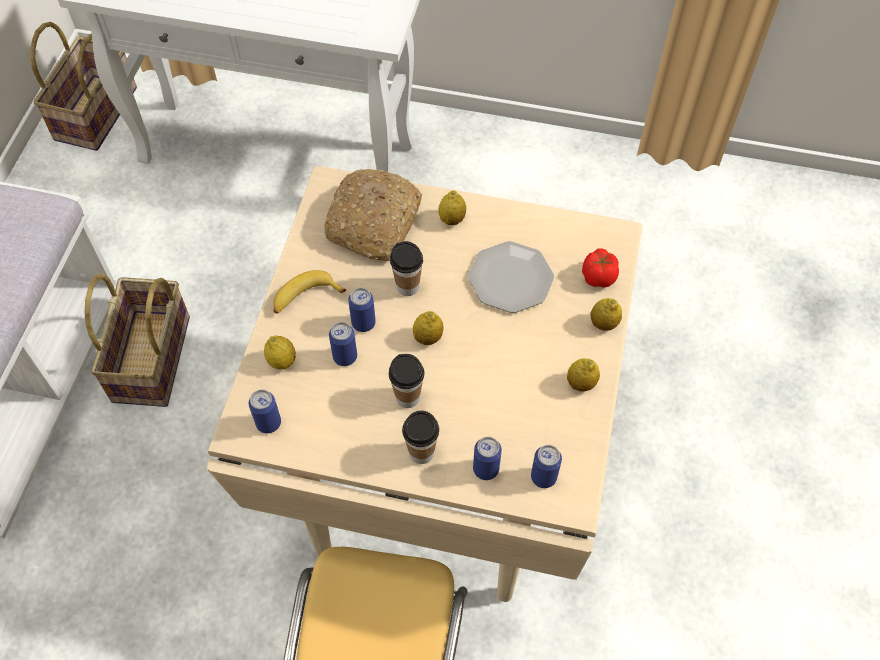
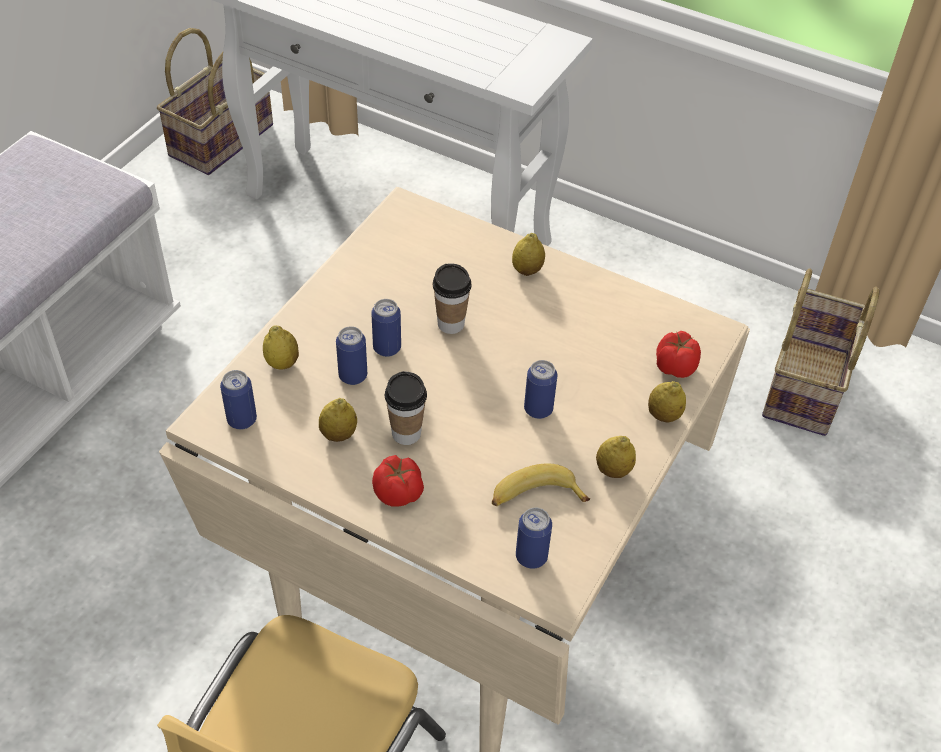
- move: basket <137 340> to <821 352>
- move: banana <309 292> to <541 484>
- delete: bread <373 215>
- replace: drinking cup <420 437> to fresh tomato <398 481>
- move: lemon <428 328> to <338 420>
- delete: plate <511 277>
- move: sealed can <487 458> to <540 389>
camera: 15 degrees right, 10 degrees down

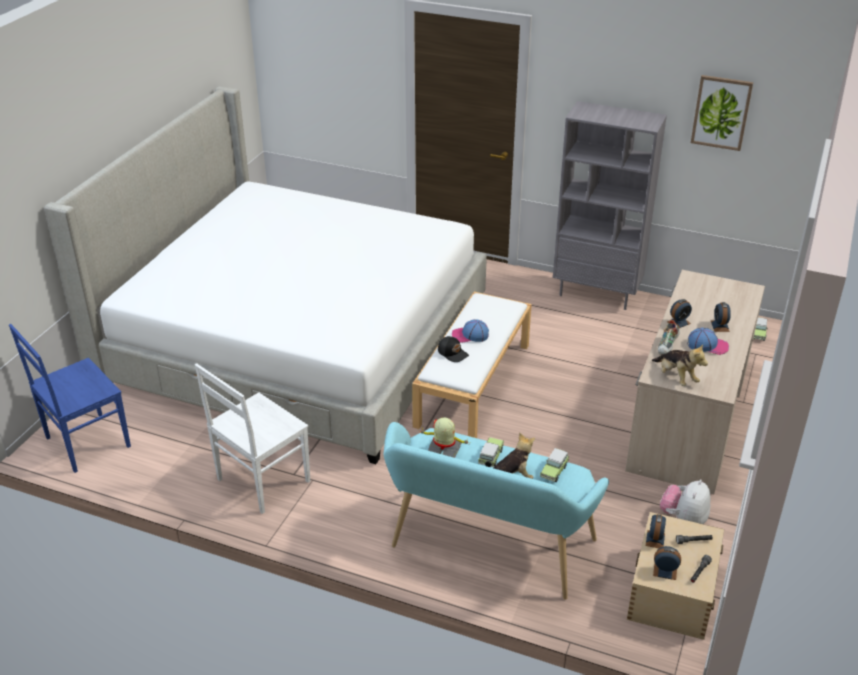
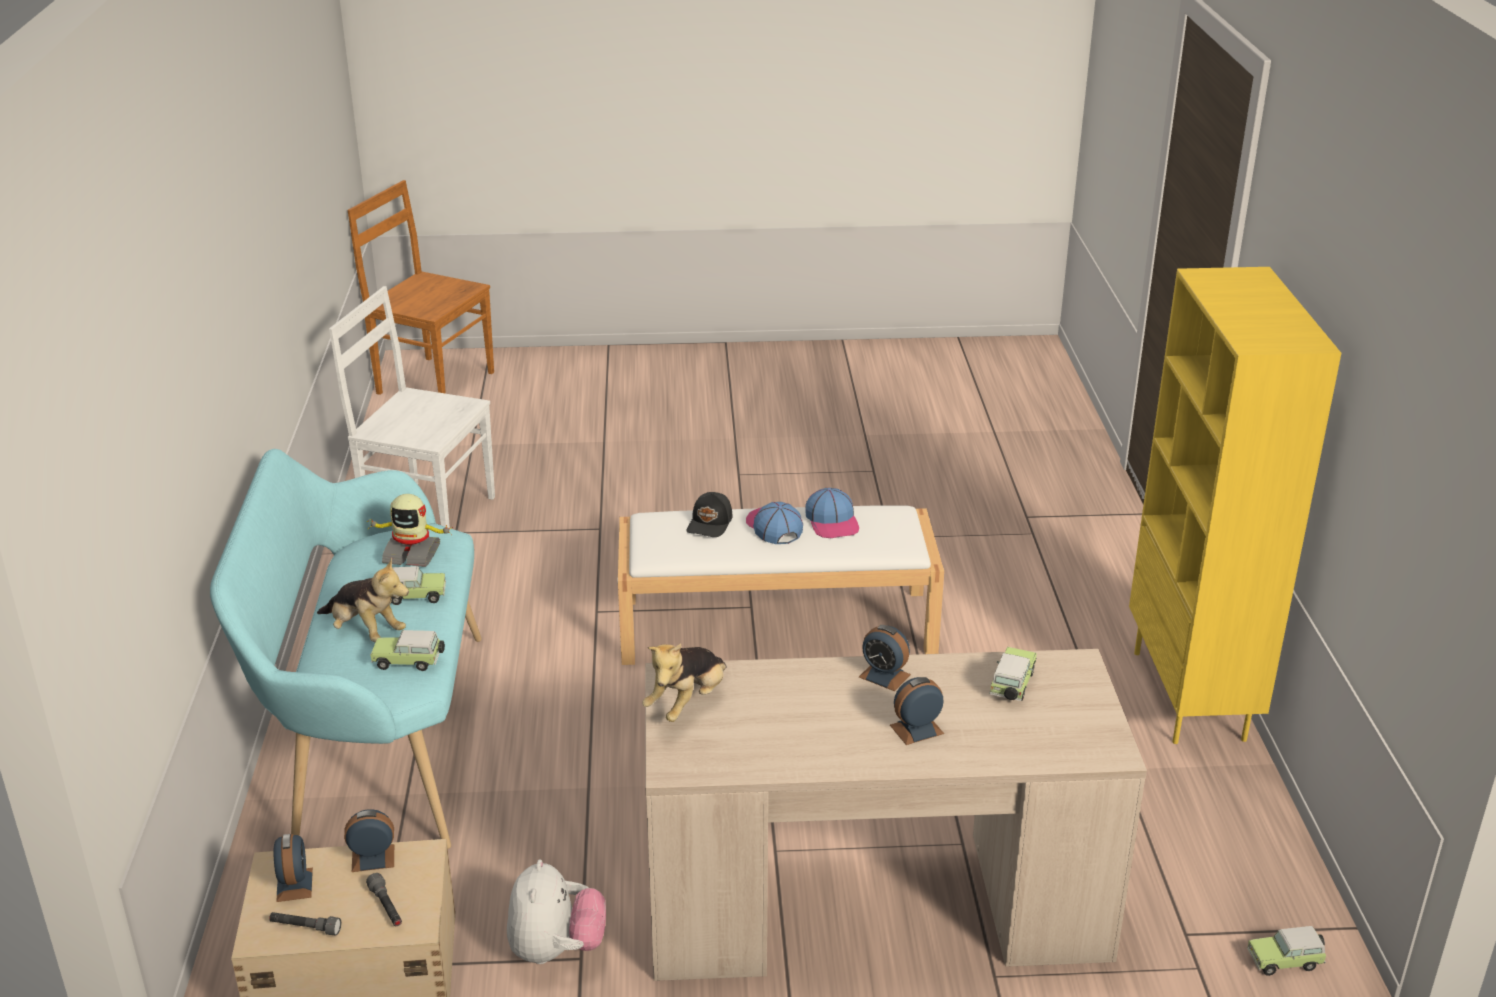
- recolor: chair (bluish) <70 398> to chair (brownish) <420 287>
- delete: sleeping bed <265 275>
- rotate: toy robot <444 437> = <409 530> 105 degrees clockwise
- recolor: bookcase (grey) <610 205> to bookcase (yellowish) <1235 505>
- delete: shoe <669 337>
- rotate: cuddly toy <685 501> = <556 911> 90 degrees clockwise
- move: peaked cap <708 341> to <832 513>
- delete: wall picture <722 113>
- insert: toy car <1013 674>
camera: 65 degrees right, 5 degrees down

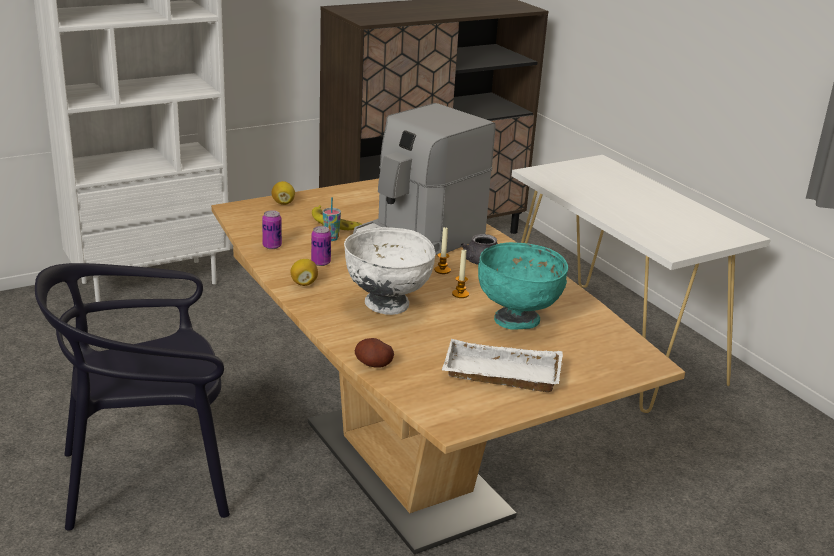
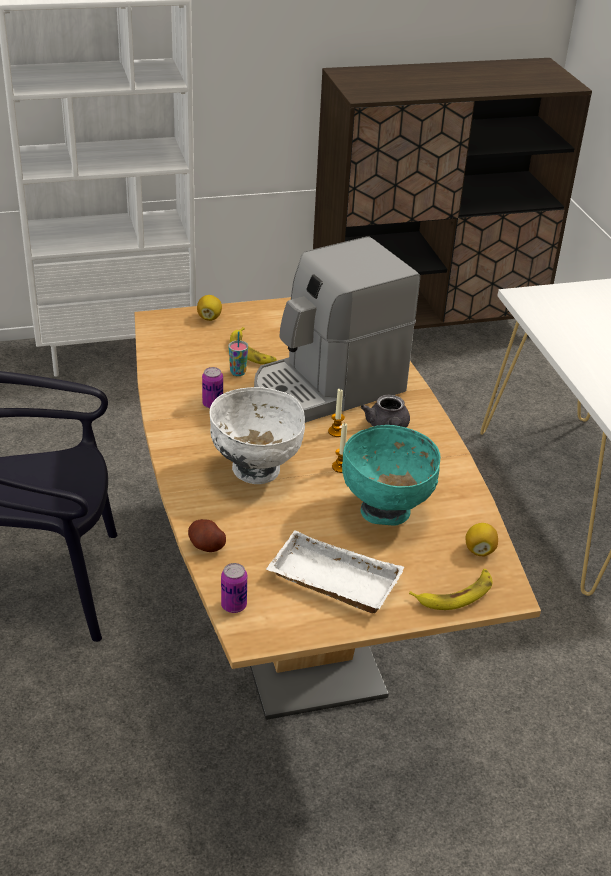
- move: sealed can <272 229> to <234 588>
- move: lemon <304 272> to <481 539>
- insert: banana <451 589>
camera: 15 degrees right, 10 degrees up

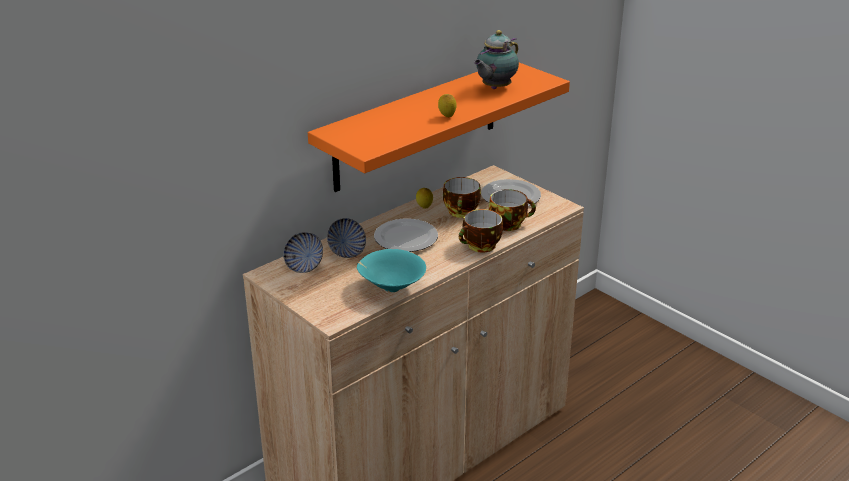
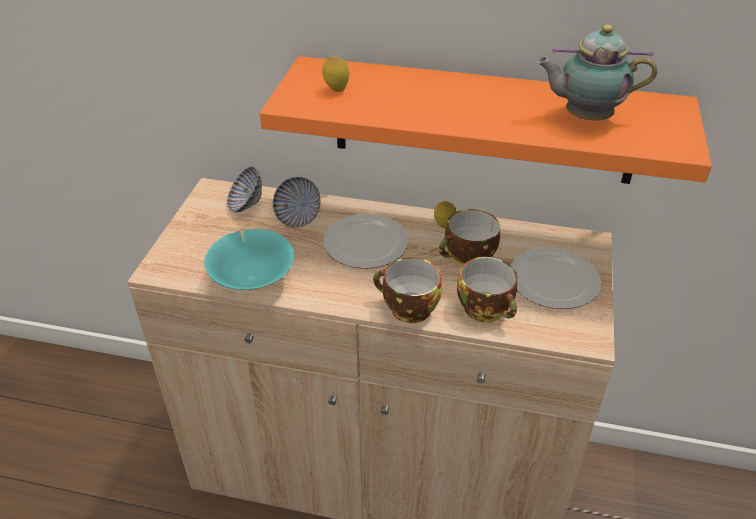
- move: lemon <447 105> to <335 74>
camera: 55 degrees right, 10 degrees up

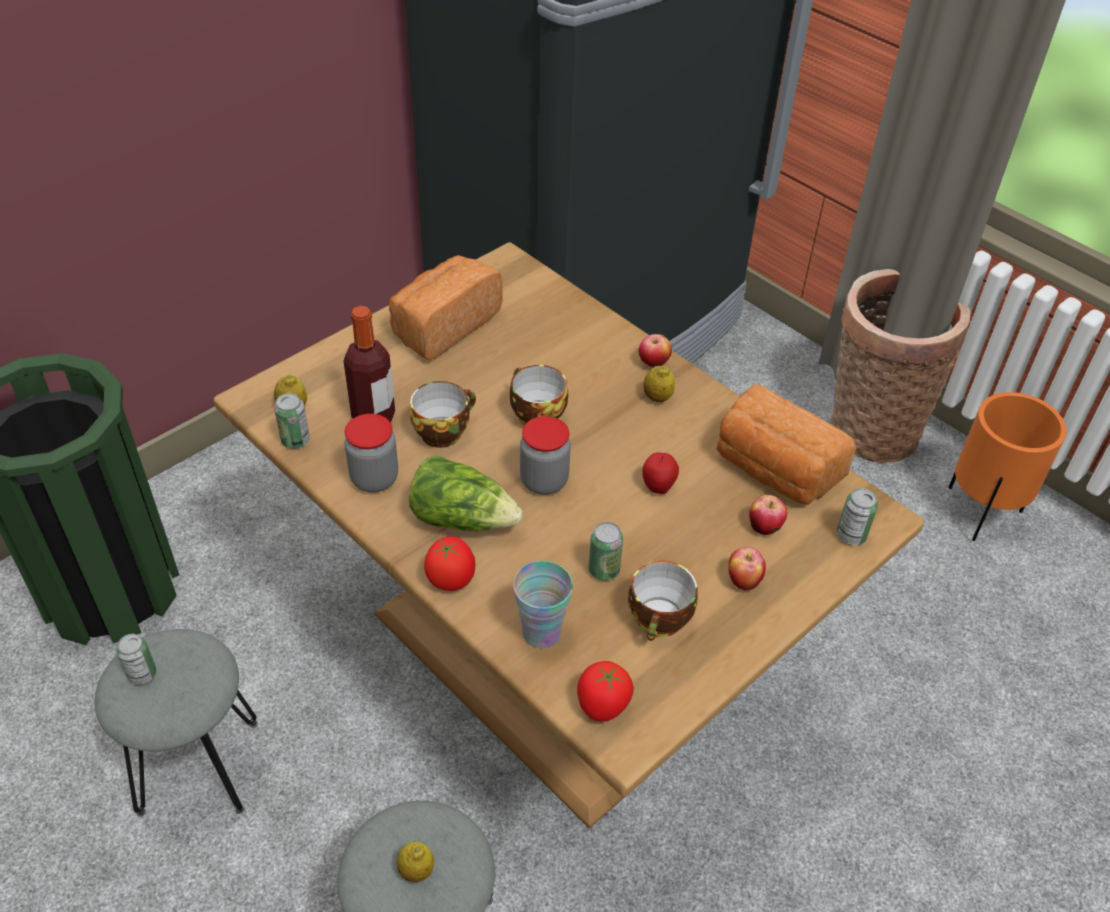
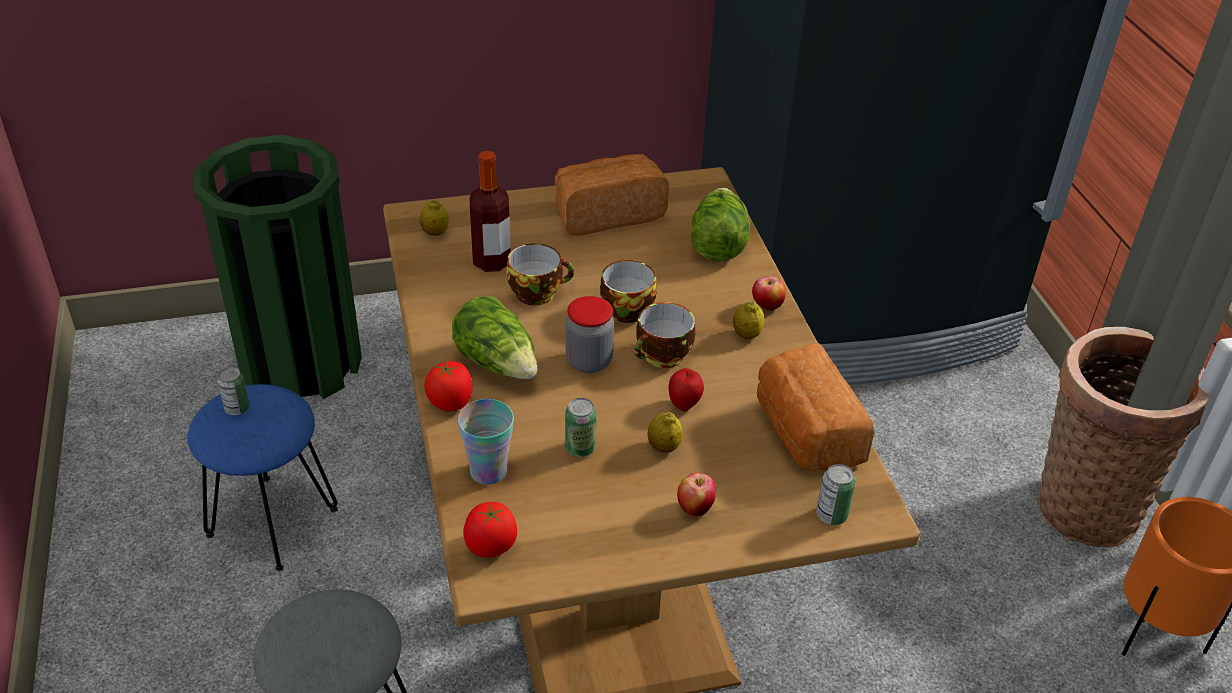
- recolor: stool (grey) <176 723> to stool (bluish) <263 477>
- delete: sealed can <292 421>
- delete: preserve jar <371 453>
- move: lemon <415 862> to <665 432>
- move: drinking cup <663 600> to <664 335>
- delete: whole apple <768 515>
- insert: head of lettuce <720 224>
camera: 30 degrees right, 5 degrees down

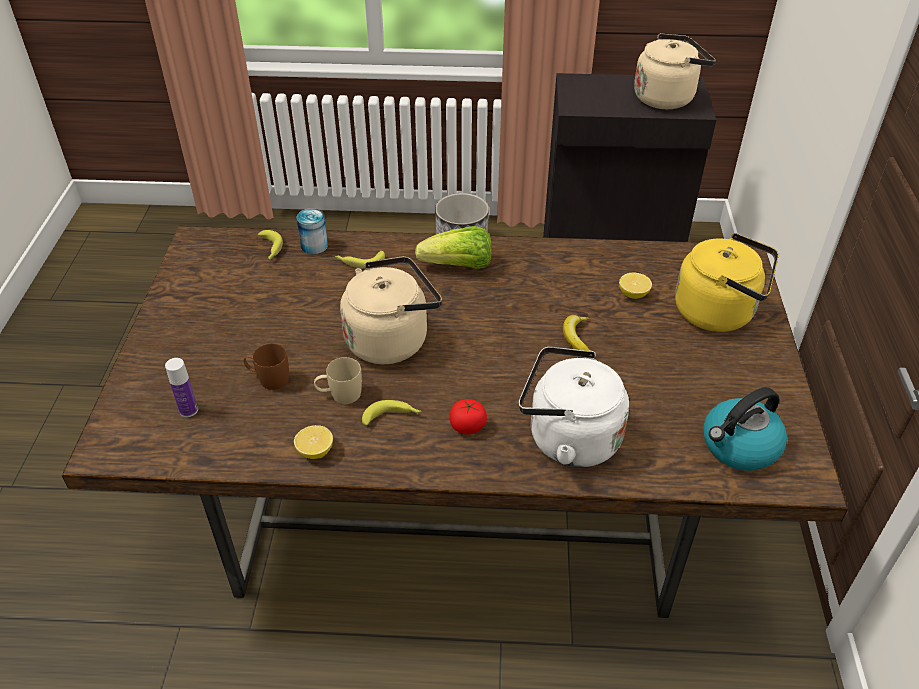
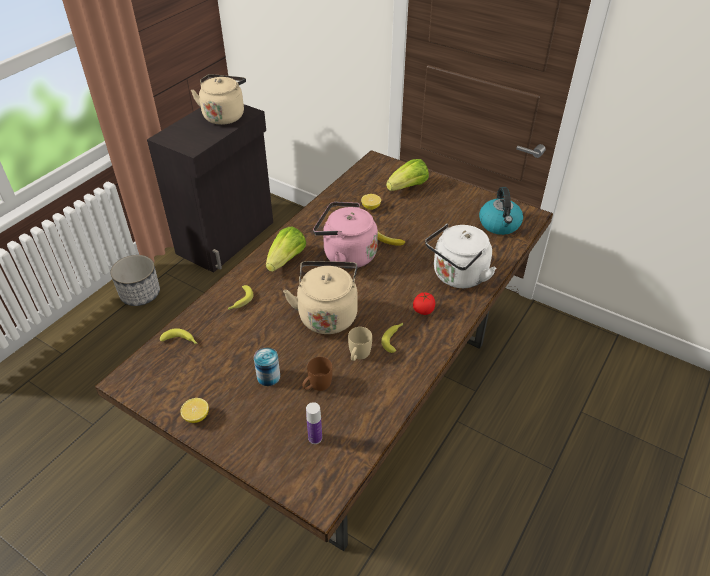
- move: lemon <313 442> to <195 410>
- move: sealed can <312 231> to <267 367>
- replace: tea kettle (yellowish) <727 282> to head of lettuce <407 175>
- insert: tea kettle (pink-coloured) <345 235>
camera: 60 degrees left, 0 degrees up

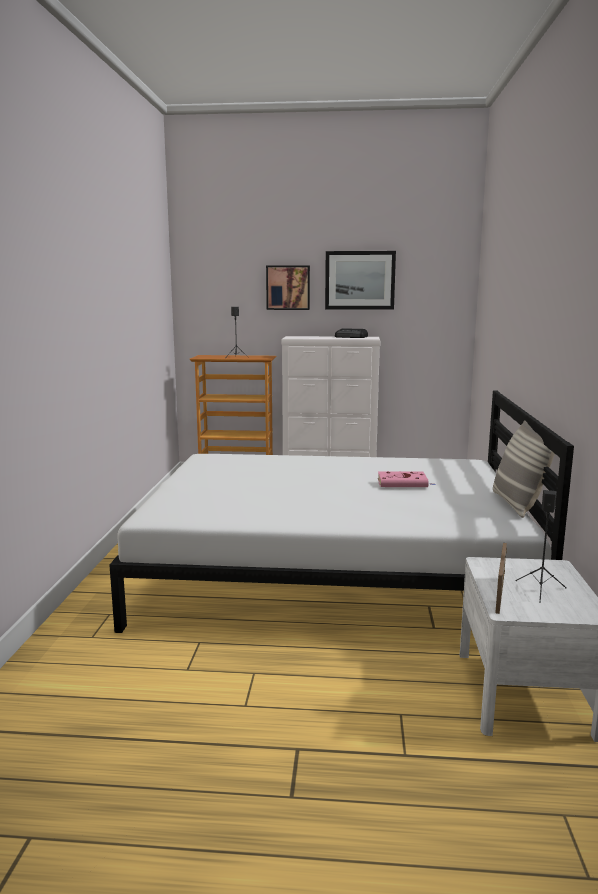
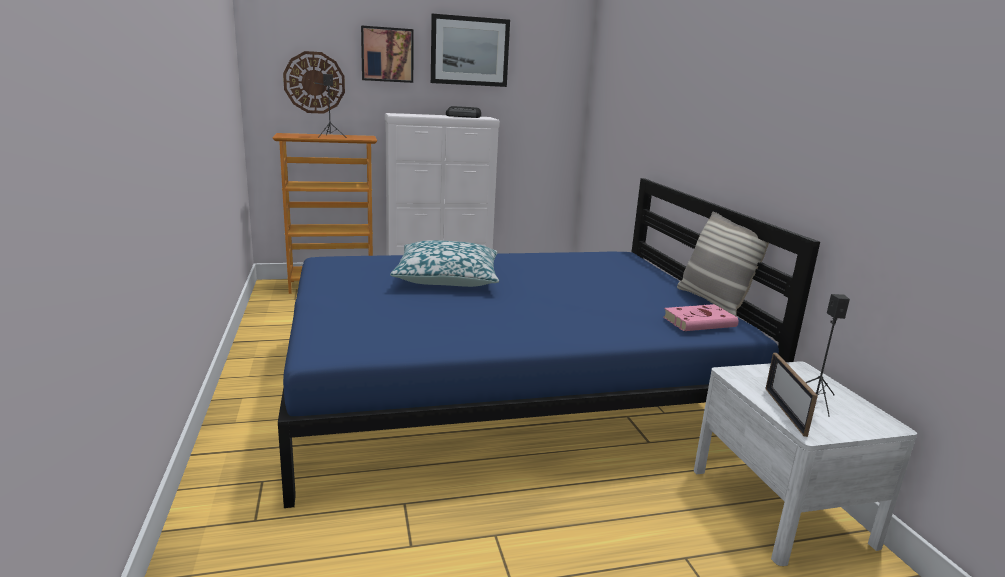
- recolor: sleeping bed (white) <341 511> to sleeping bed (bluish) <549 343>
- move: volume (pink-coloured) <406 479> to <701 317>
- insert: hanging clock <314 82>
- insert: throw pillow <444 263>
camera: 20 degrees left, 5 degrees up

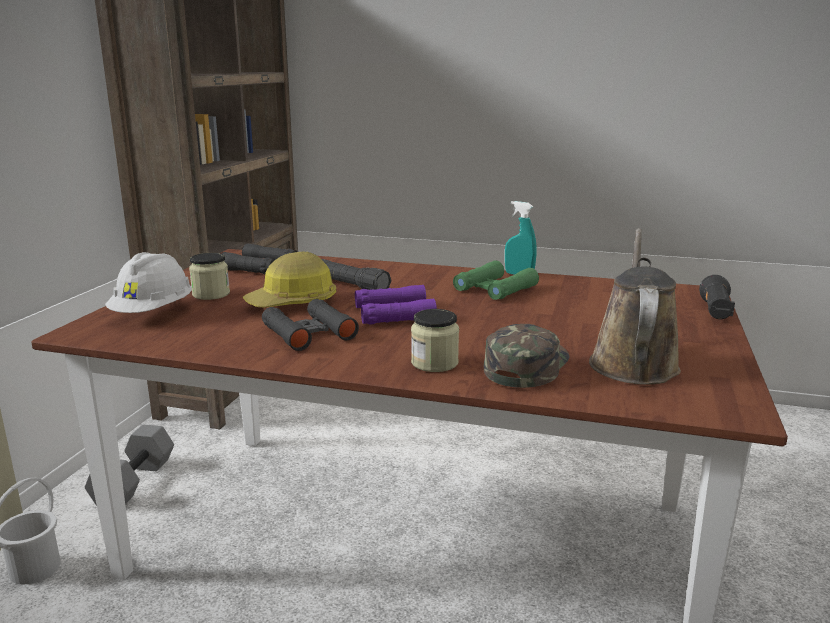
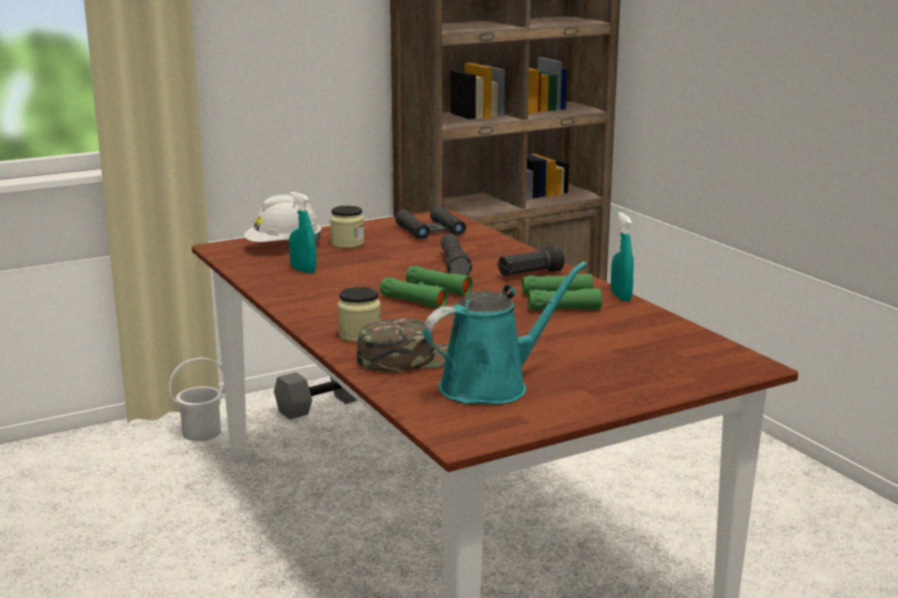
- delete: work helmet <290 279>
- delete: binoculars (black-coloured) <310 325>
- recolor: binoculars (purplish) <396 304> to binoculars (green-coloured) <426 287>
- recolor: watering can (brownish) <635 306> to watering can (turquoise) <505 332>
- move: torch (black-coloured) <717 297> to <531 260>
- insert: spray bottle (turquoise) <302 233>
camera: 45 degrees right, 0 degrees up

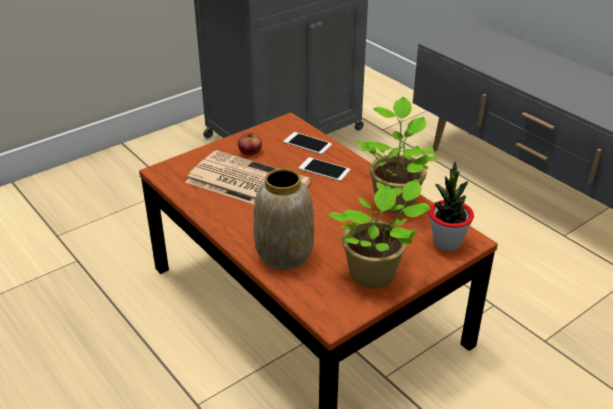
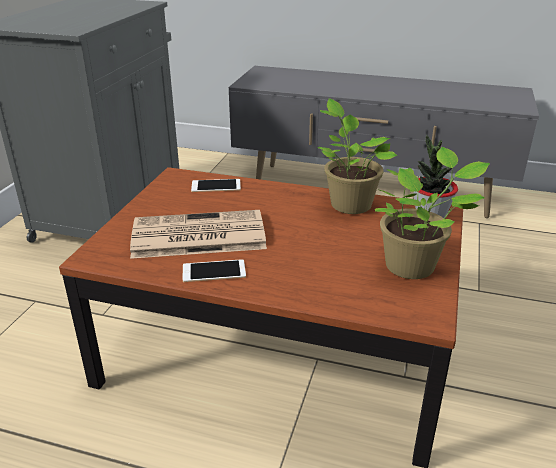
- delete: whole apple <250 144>
- delete: vase <283 219>
- move: phone <324 169> to <214 270>
camera: 35 degrees left, 5 degrees down

